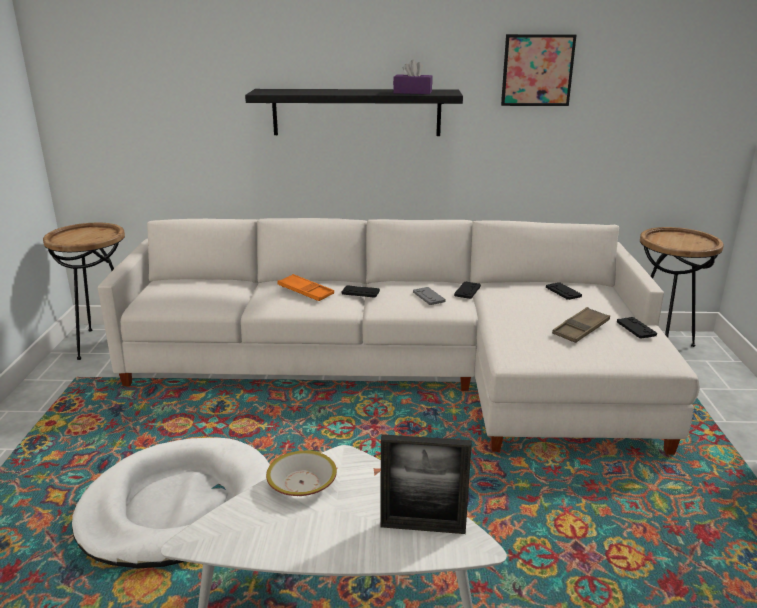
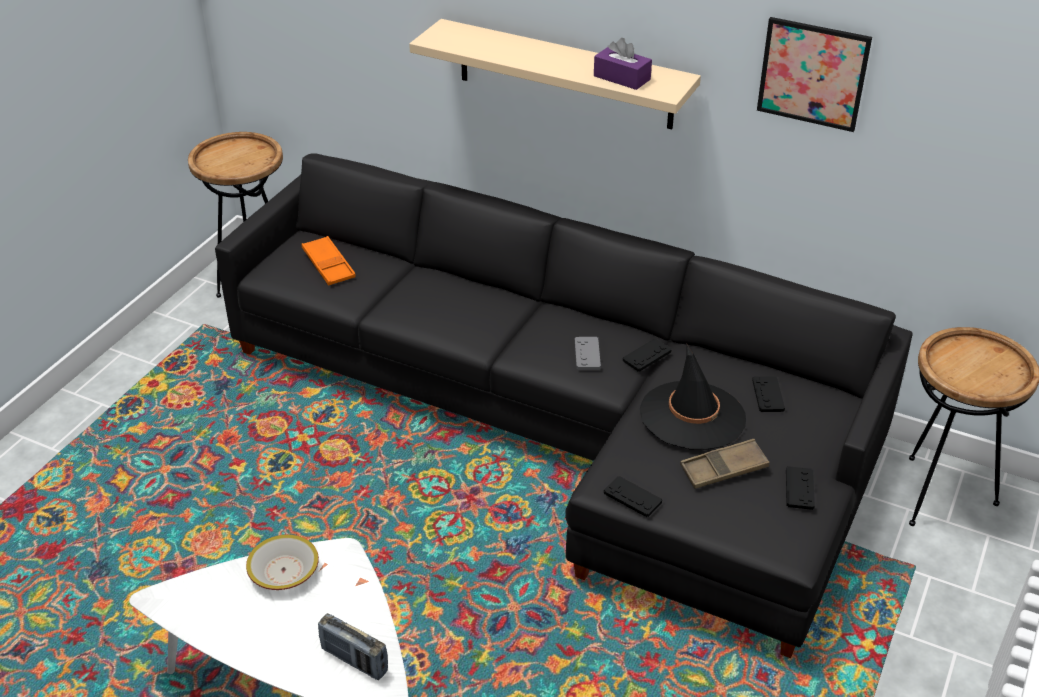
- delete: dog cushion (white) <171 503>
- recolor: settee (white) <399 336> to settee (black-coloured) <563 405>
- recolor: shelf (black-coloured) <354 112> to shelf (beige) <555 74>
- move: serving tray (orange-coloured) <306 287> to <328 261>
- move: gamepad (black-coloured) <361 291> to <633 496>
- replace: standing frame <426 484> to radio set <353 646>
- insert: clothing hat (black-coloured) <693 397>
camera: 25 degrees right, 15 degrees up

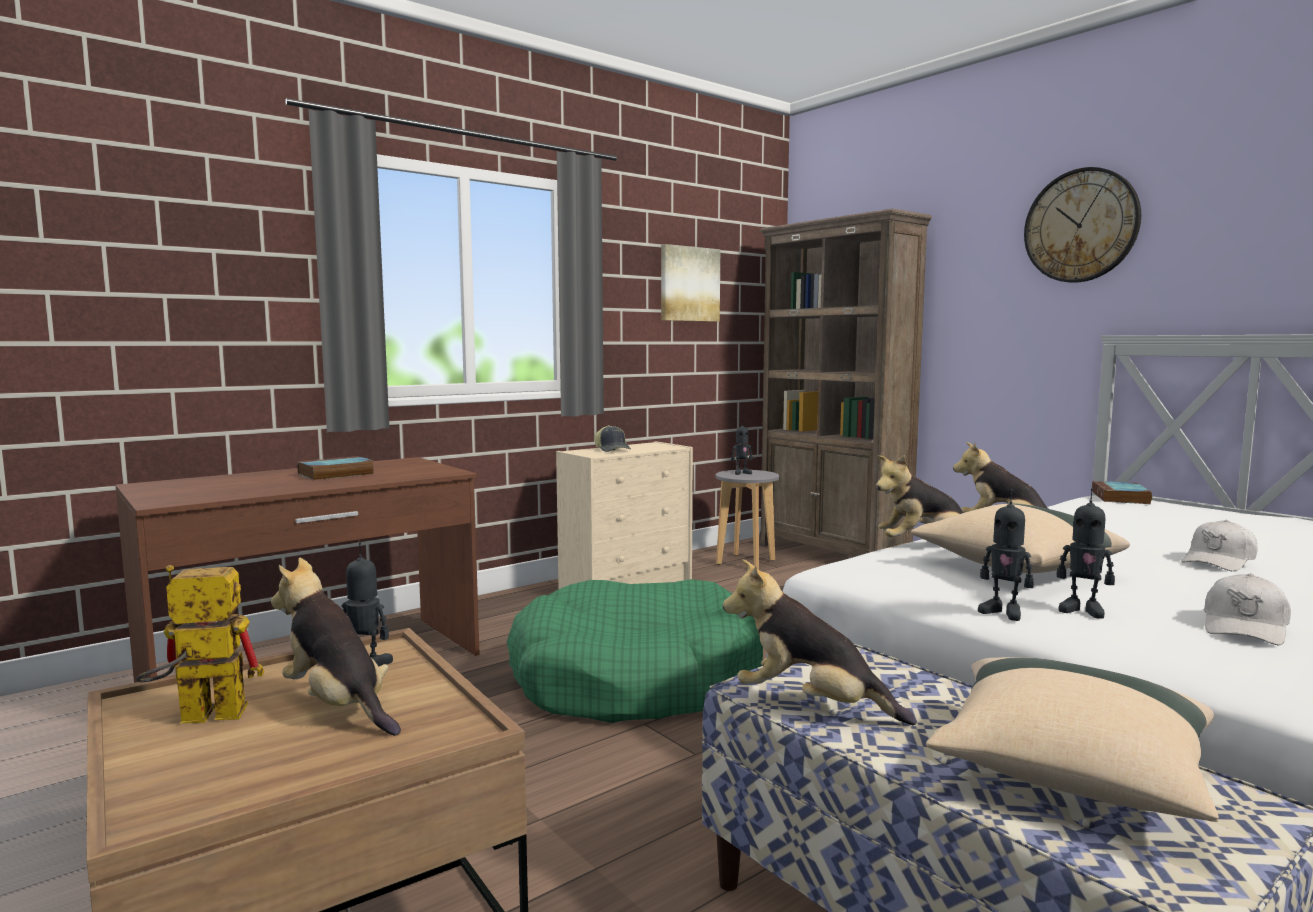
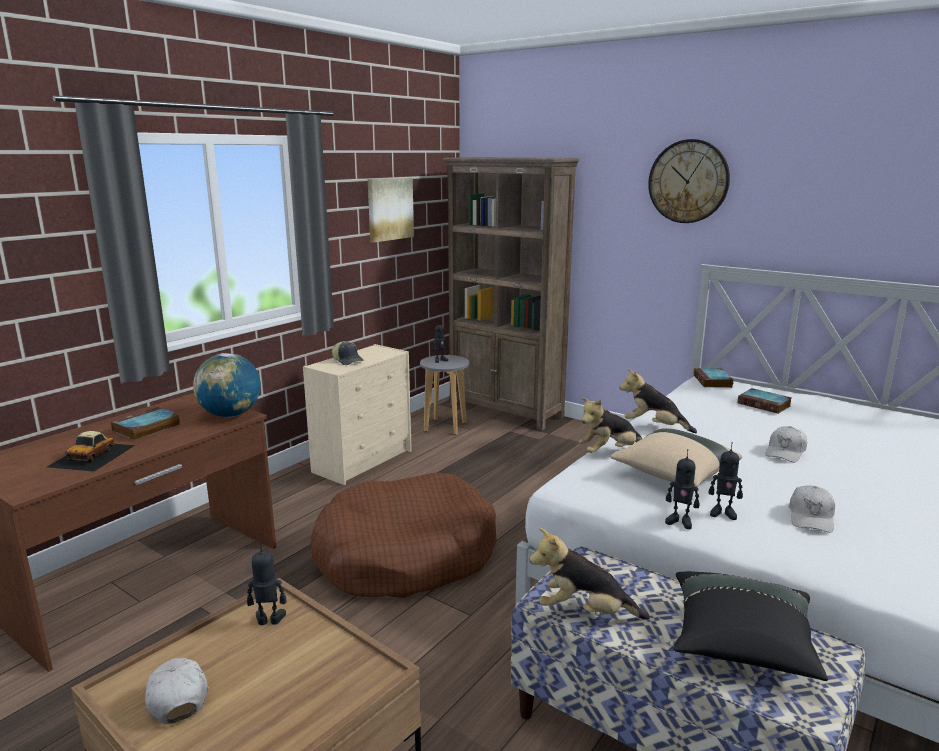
- replace: toy robot <200 644> to peaked cap (white) <177 691>
- delete: cuddly toy <336 647>
- recolor: dog cushion (green-coloured) <635 651> to dog cushion (brownish) <404 535>
- recolor: throw pillow (beige) <1072 739> to throw pillow (black-coloured) <751 626>
- insert: toy car <91 451>
- insert: globe <227 385>
- insert: volume <764 401>
camera: 15 degrees left, 10 degrees up

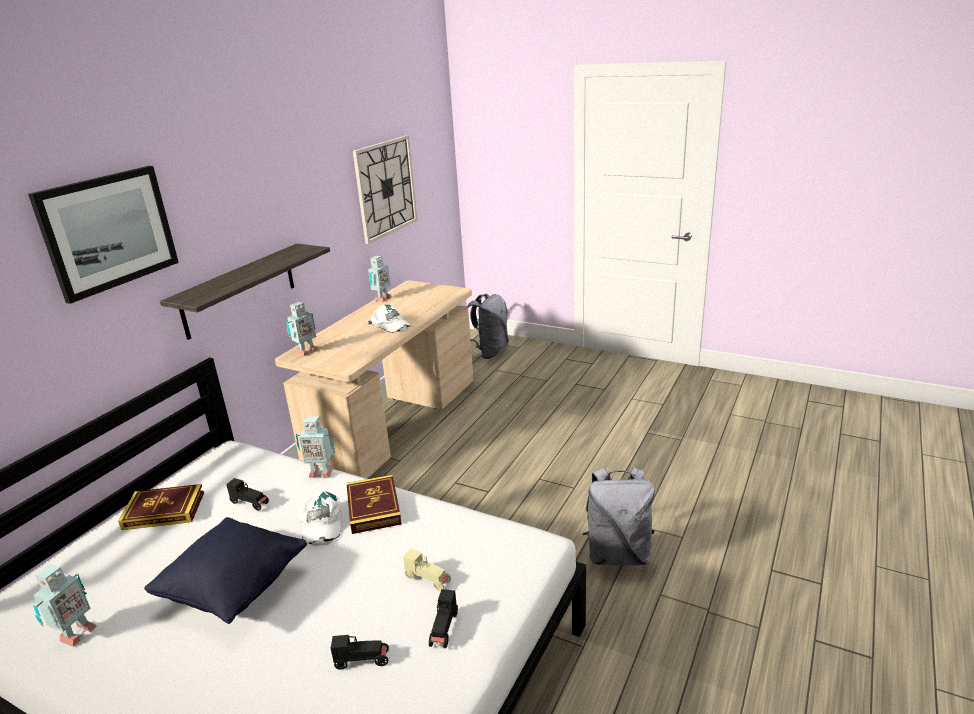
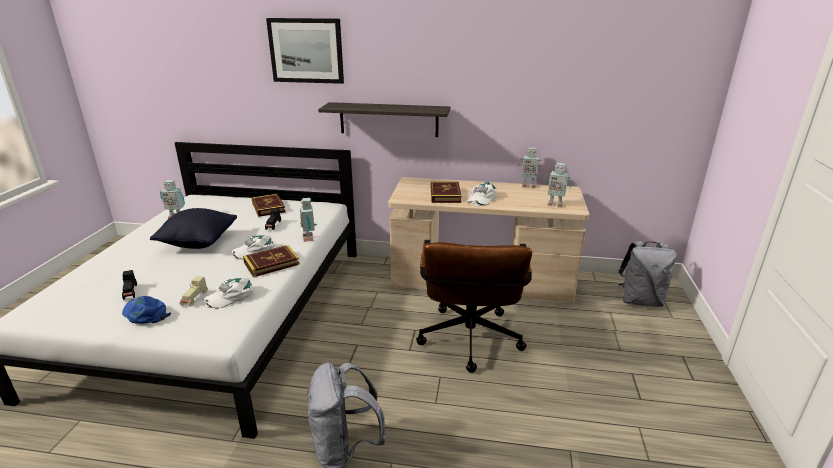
- move: toy robot <302 329> to <558 185>
- delete: hanging clock <385 189>
- replace: toy car (black-coloured) <443 618> to peaked cap (bluish) <146 310>
- insert: peaked cap (white) <228 293>
- insert: computer chair (brownish) <474 306>
- insert: volume <446 192>
camera: 70 degrees right, 0 degrees up

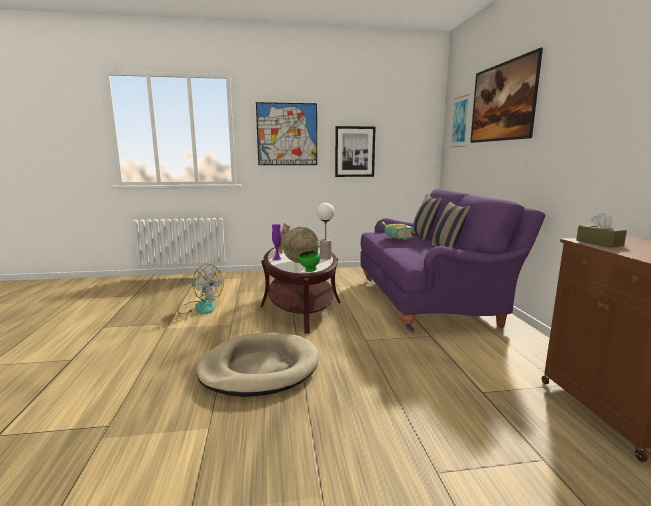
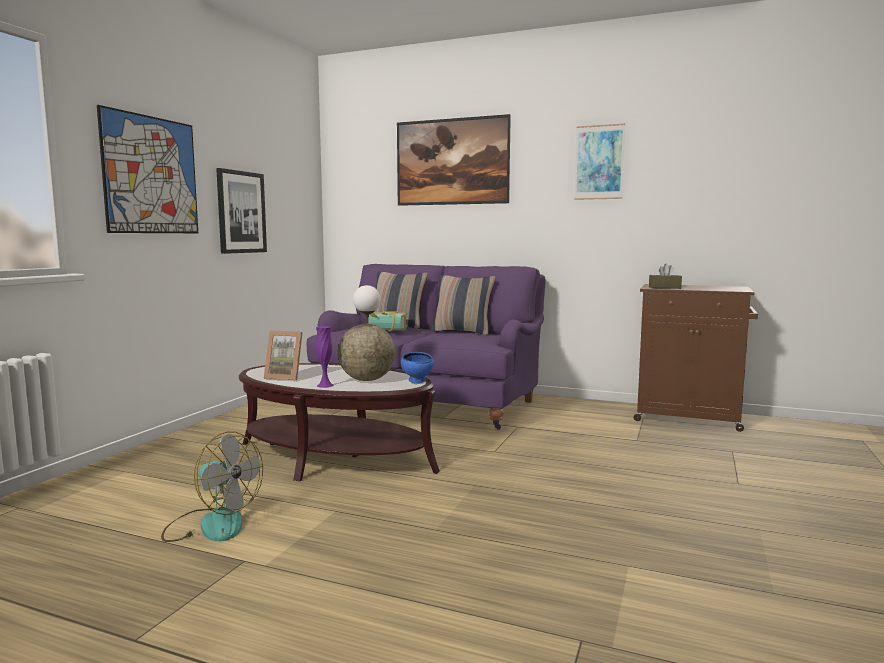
- rotate: fan <200 289> = <212 486> 60 degrees clockwise
- delete: dog cushion (beige) <258 365>
- recolor: deep dish (green-coloured) <309 261> to deep dish (bluish) <417 368>
- move: wall picture <460 120> to <599 161>
camera: 60 degrees left, 5 degrees down

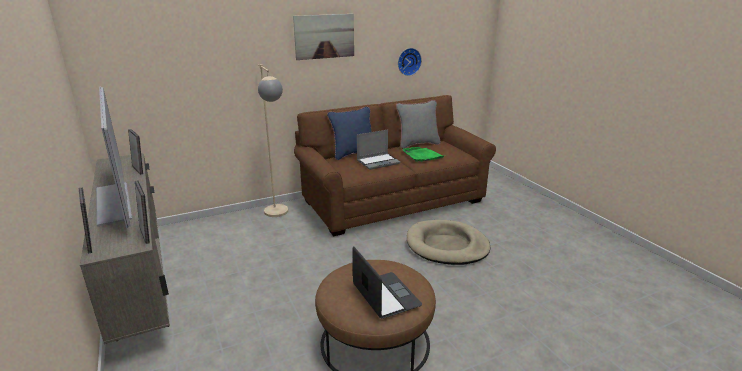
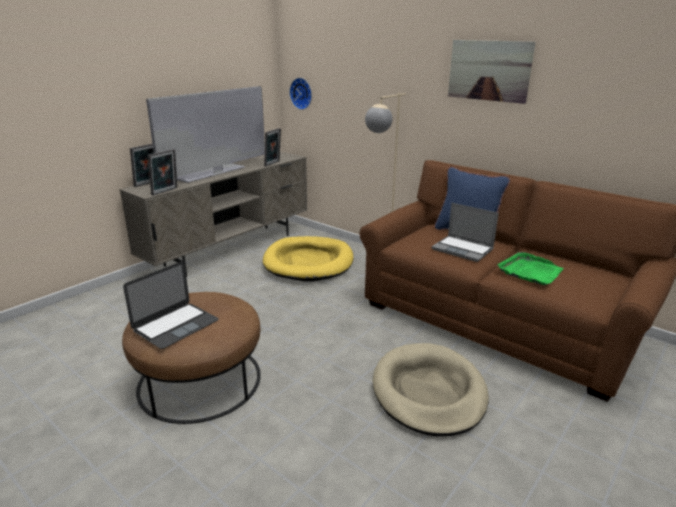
- delete: throw pillow (grey) <418 124>
- move: hanging clock <410 62> to <301 94>
- insert: dog cushion (yellowish) <308 259>
camera: 65 degrees right, 0 degrees up

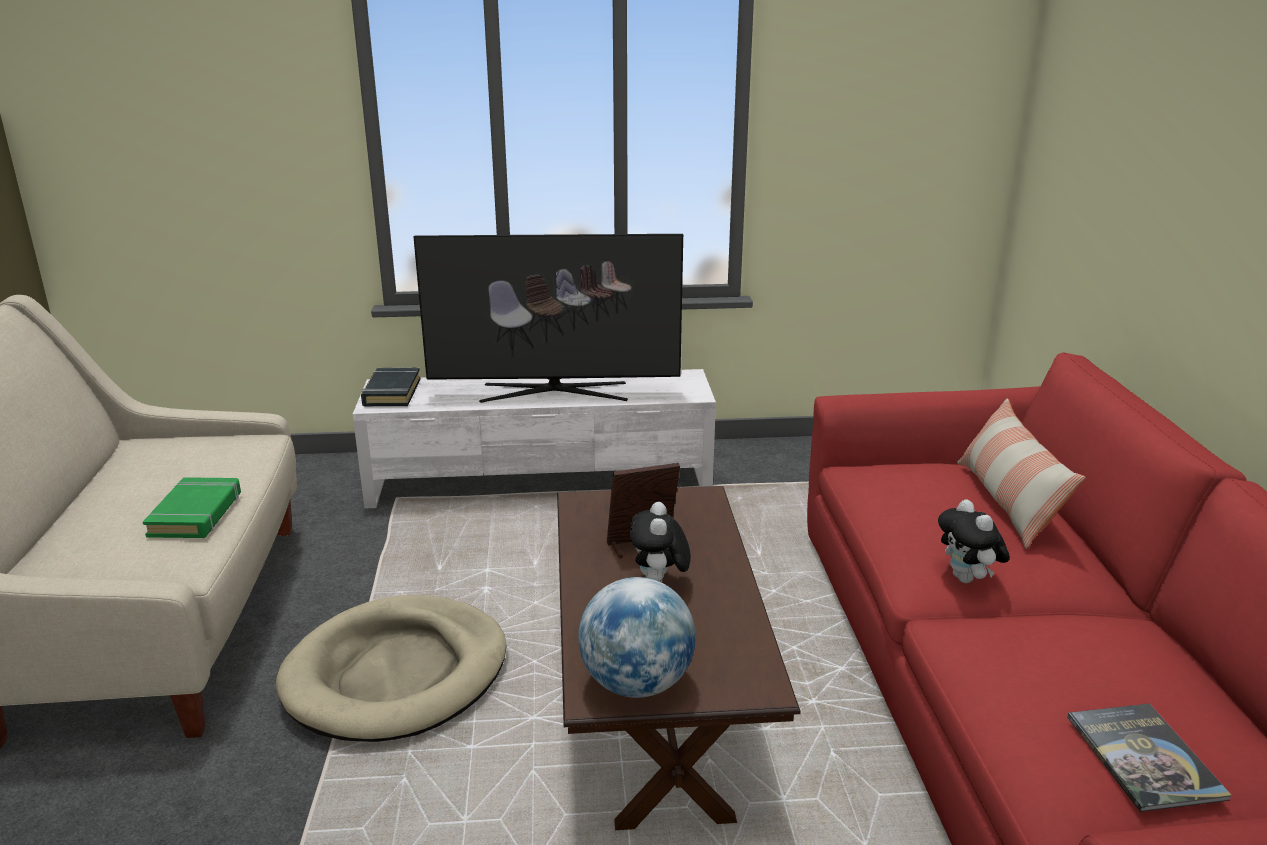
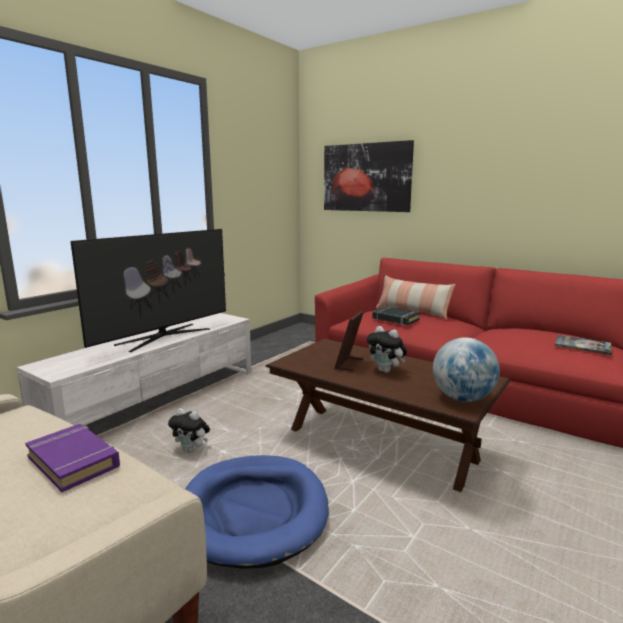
- recolor: volume (green-coloured) <192 507> to volume (purplish) <72 458>
- recolor: dog cushion (beige) <391 668> to dog cushion (bluish) <256 512>
- move: volume (black-coloured) <391 387> to <396 316>
- move: cuddly toy <974 541> to <189 430>
- insert: wall picture <369 176>
camera: 50 degrees left, 10 degrees down

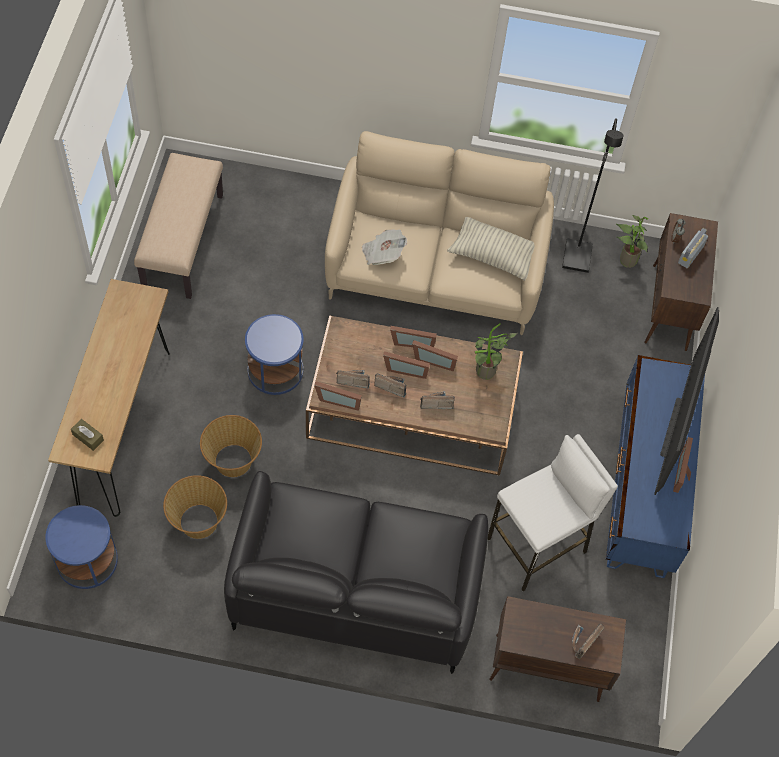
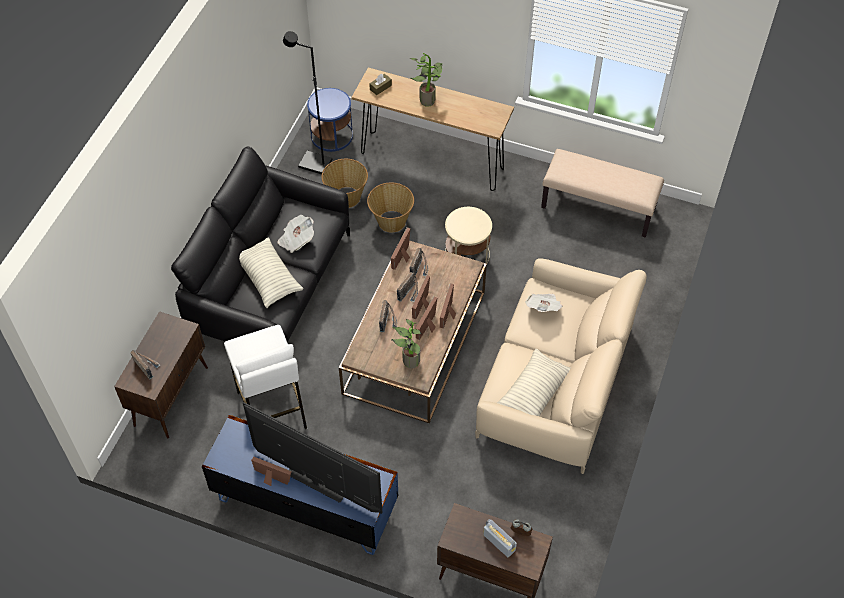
- recolor: accent table (bluish) <274 354> to accent table (beige) <468 235>
- move: floor lamp (black-coloured) <592 195> to <307 103>
- move: potted plant <632 241> to <425 80>
- insert: throw pillow <271 272>
- insert: newspaper <295 234>
camera: 105 degrees right, 5 degrees down

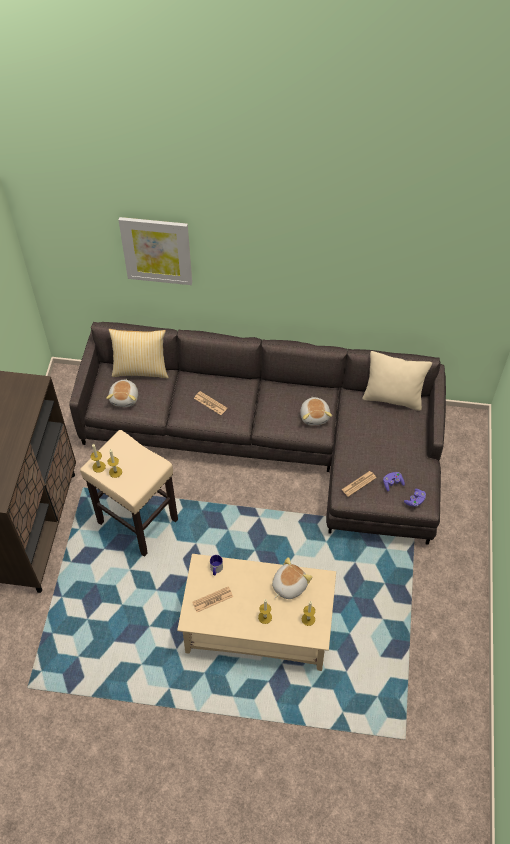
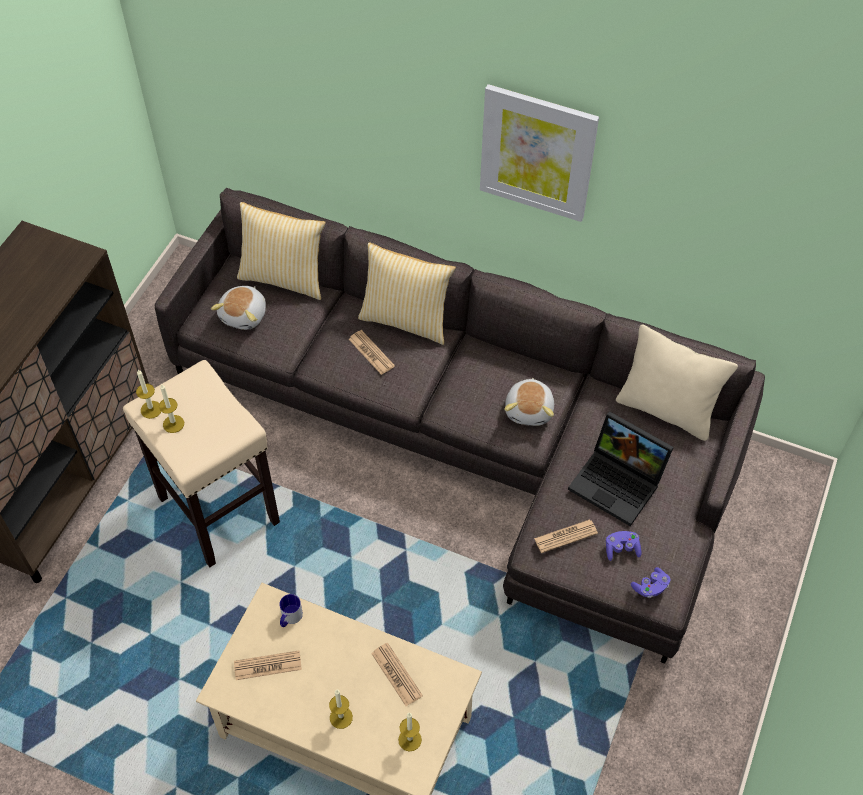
- move: wall picture <155 251> to <539 153>
- replace: cuddly toy <292 578> to newspaper <397 674>
- insert: throw pillow <407 293>
- insert: laptop <621 468>
camera: 15 degrees right, 0 degrees up

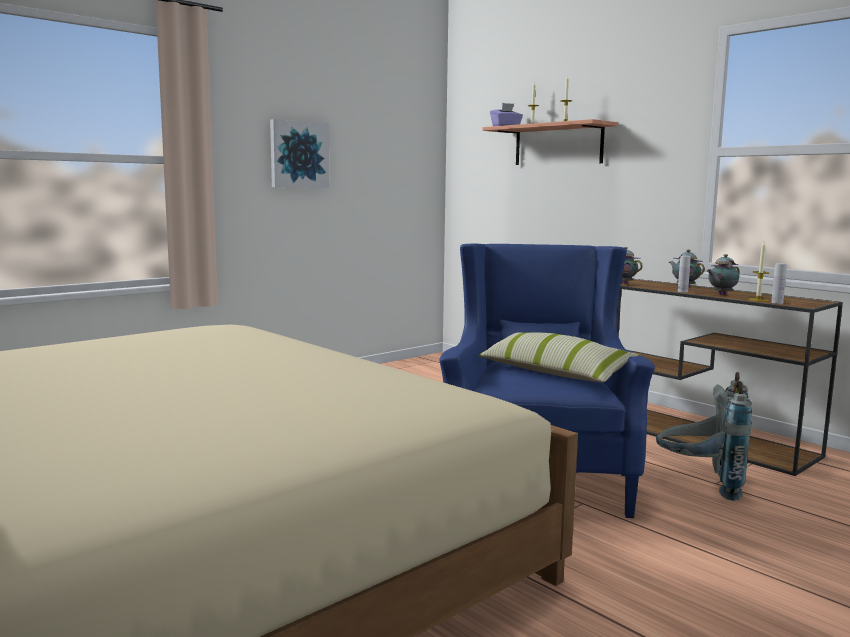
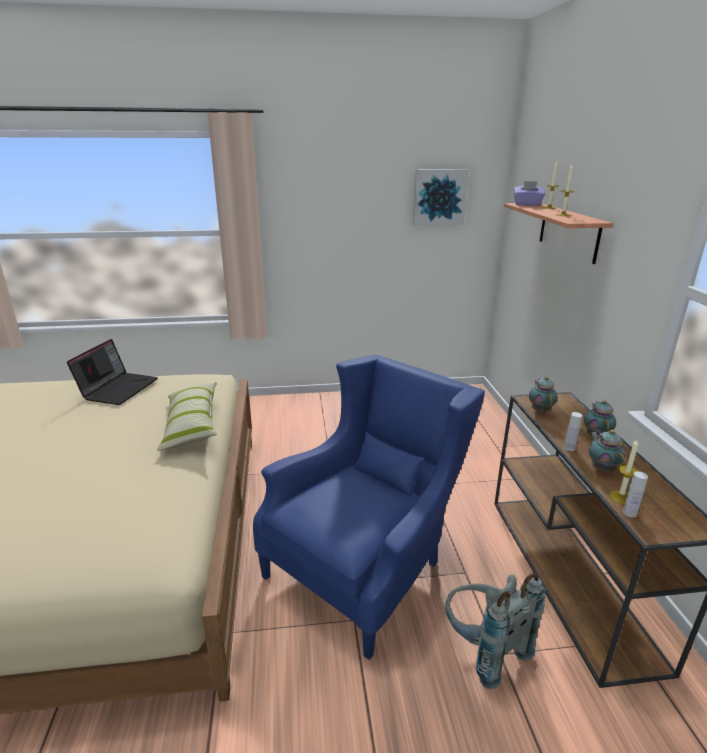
- move: wall picture <299 153> to <441 197>
- move: throw pillow <558 357> to <187 417>
- rotate: tea pot <723 274> = <607 451> 75 degrees clockwise
- insert: laptop <112 372>
camera: 35 degrees right, 15 degrees up

